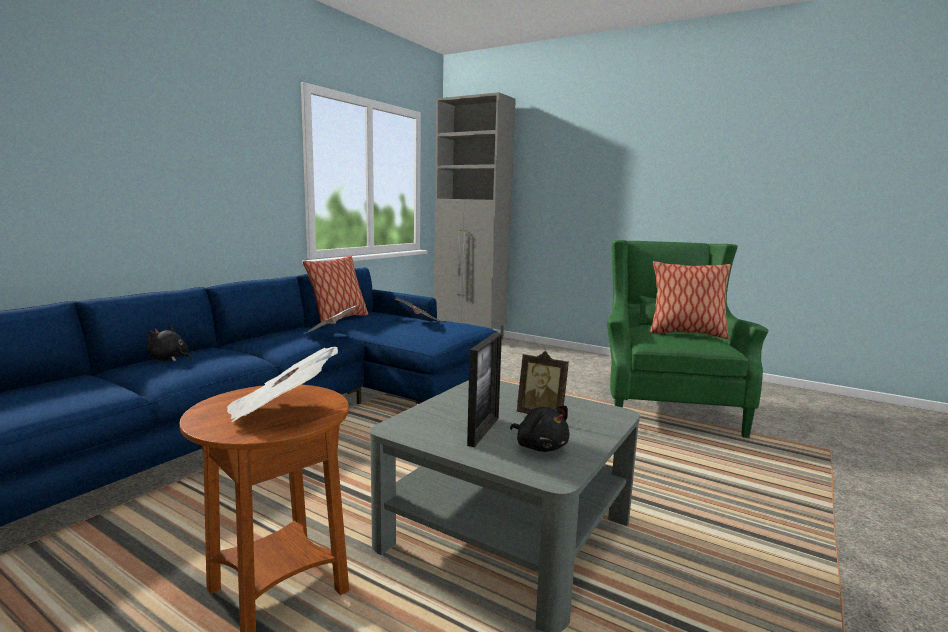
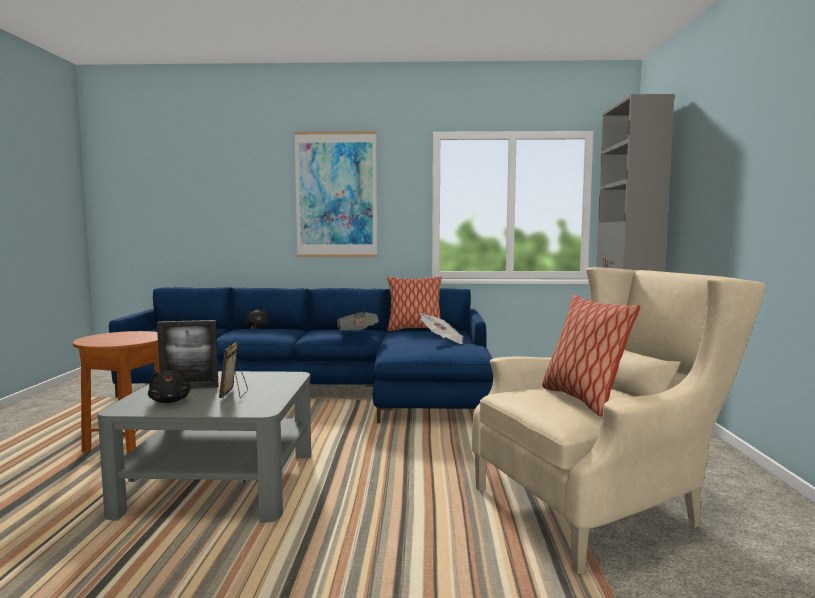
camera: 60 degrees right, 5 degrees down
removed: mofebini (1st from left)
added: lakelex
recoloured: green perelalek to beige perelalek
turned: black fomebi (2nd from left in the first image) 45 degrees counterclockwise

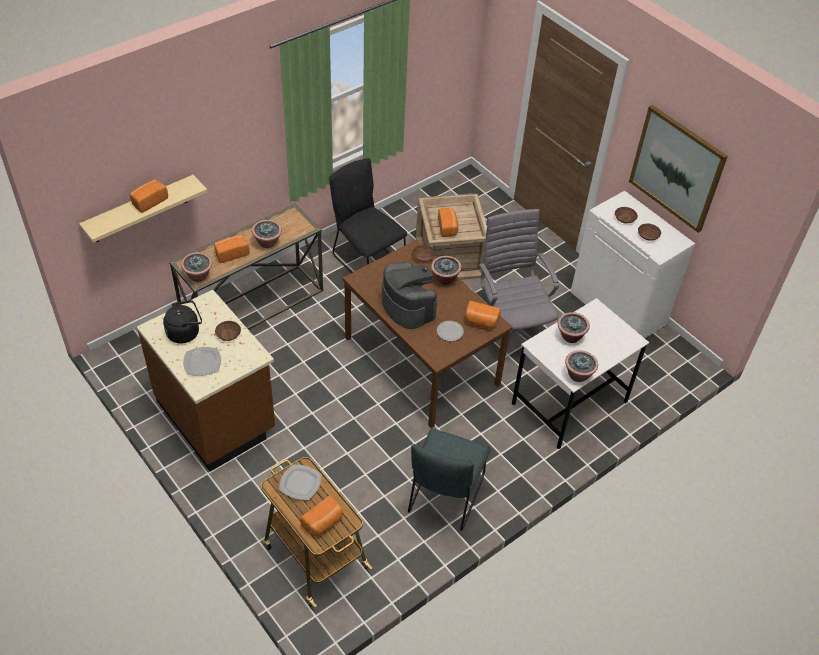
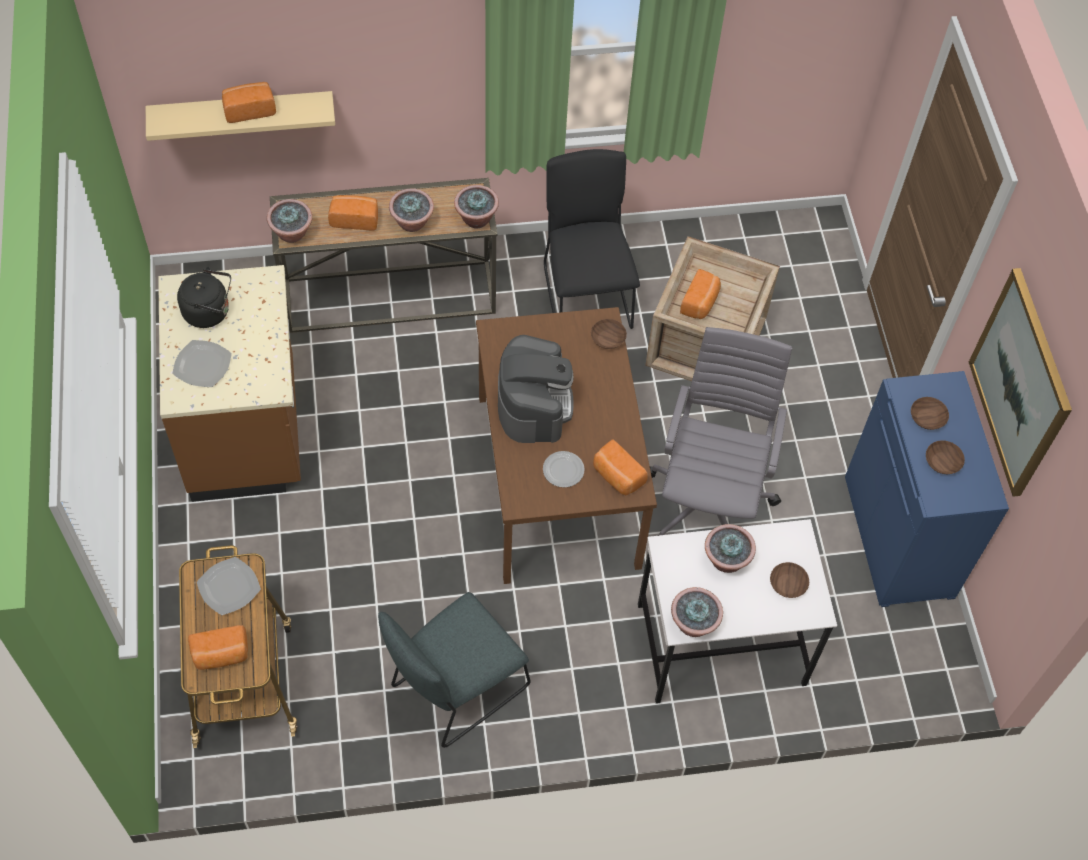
camera: 30 degrees right, 10 degrees up
moved: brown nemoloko (1st from left in the first image) to brown nemoloko (2nd from left); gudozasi (3rd from left)
recoloured: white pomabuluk to blue pomabuluk

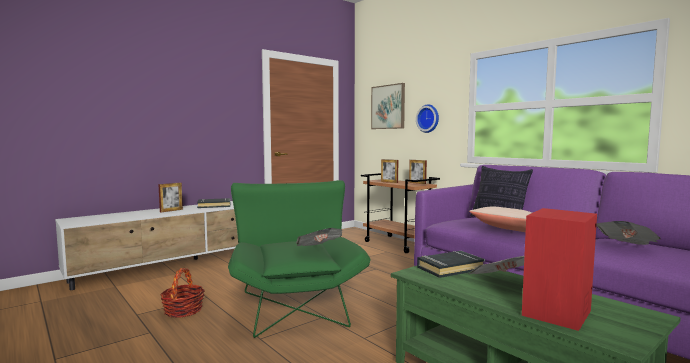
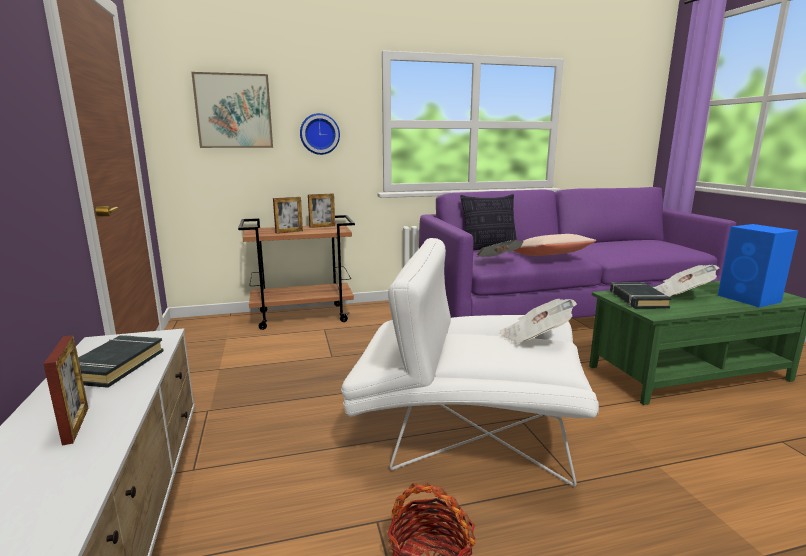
camera: 65 degrees left, 10 degrees up
moved: mofebini (3rd from left in the first image) to mofebini (1st from left)
recoloured: green perelalek to white perelalek; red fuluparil to blue fuluparil

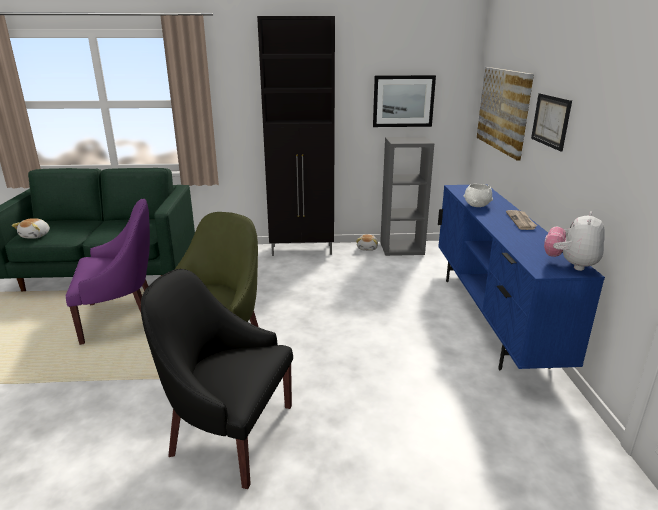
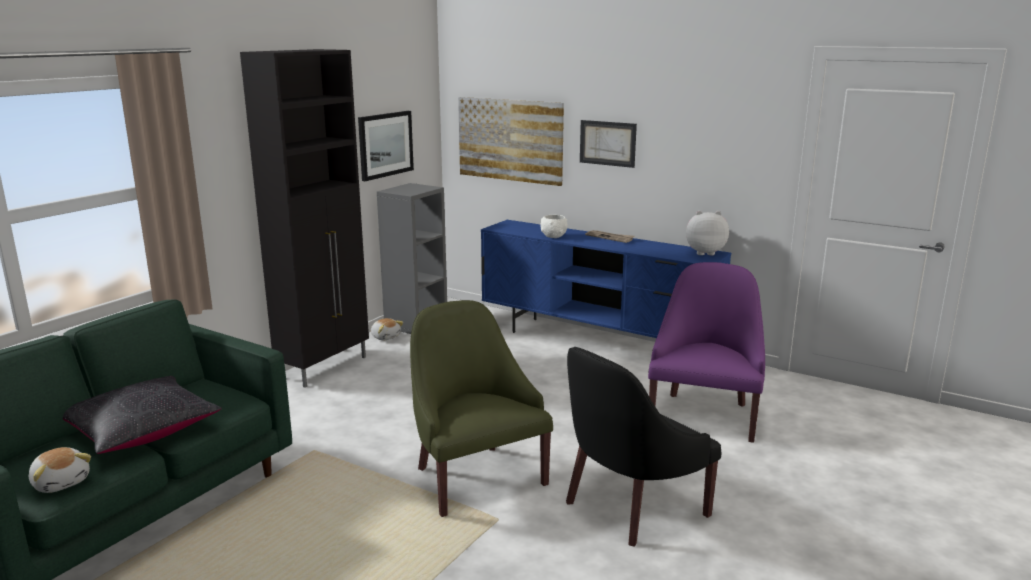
camera: 55 degrees left, 5 degrees down
added: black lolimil
moved: purple perelalek
turned: fomebi (3rd from left) 120 degrees clockwise

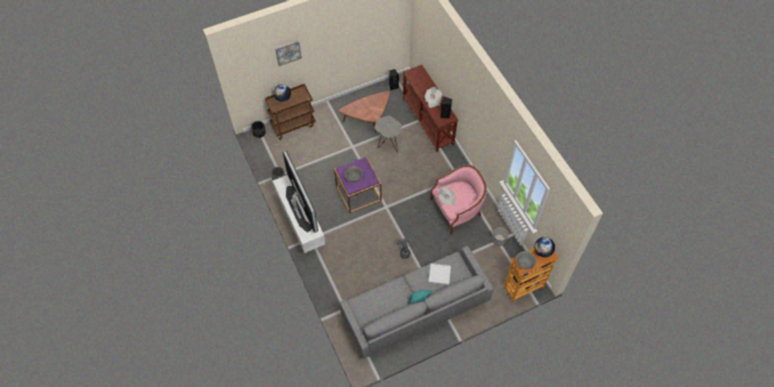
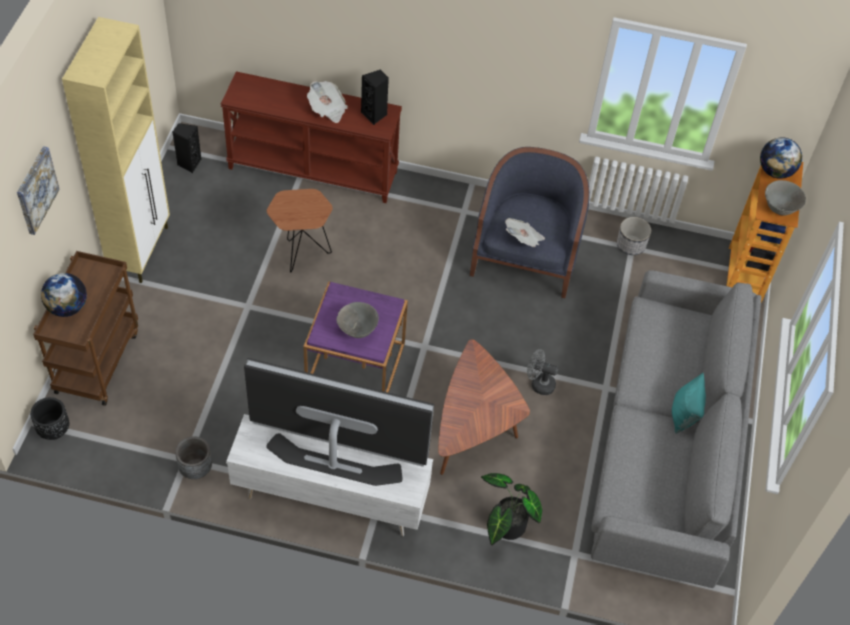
camera: 55 degrees left, 5 degrees down
removed: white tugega
added: beige pomabuluk; gudozasi
moved: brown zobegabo
recoloured: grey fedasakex to brown fedasakex; pink perelalek to blue perelalek

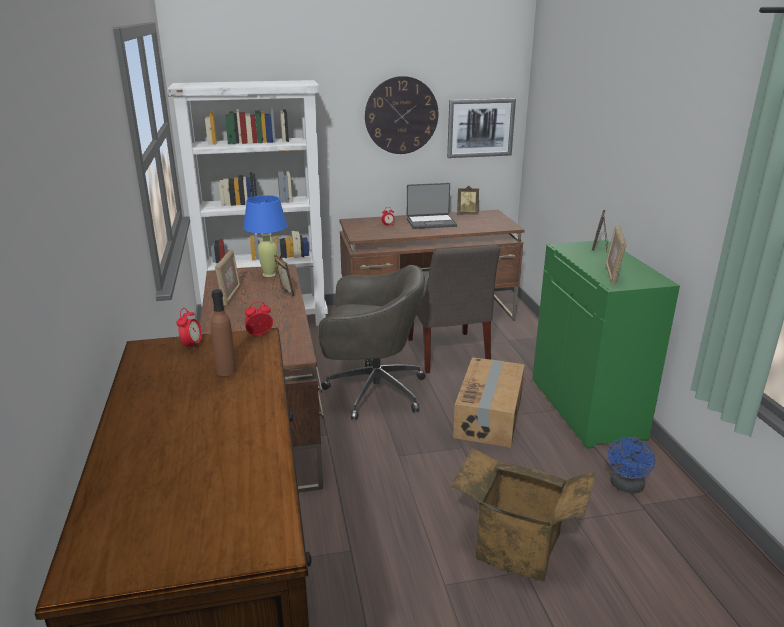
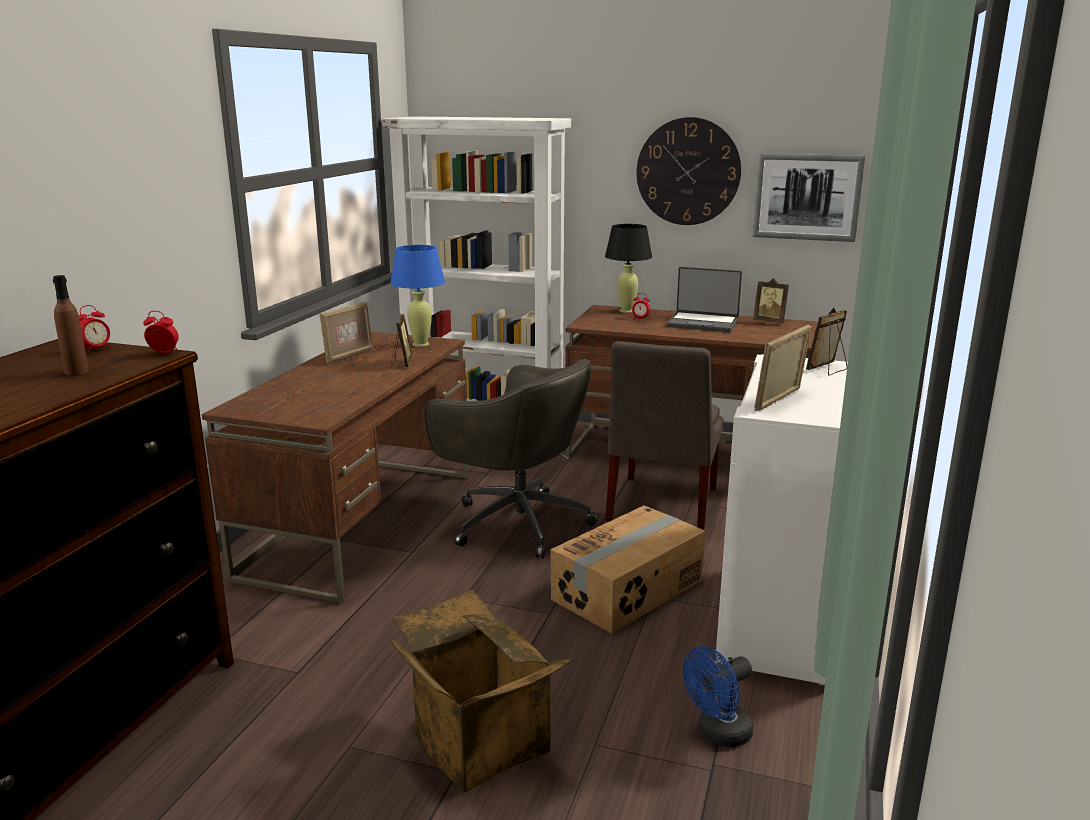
camera: 30 degrees right, 5 degrees down
added: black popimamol
recoloured: green pomabuluk to white pomabuluk

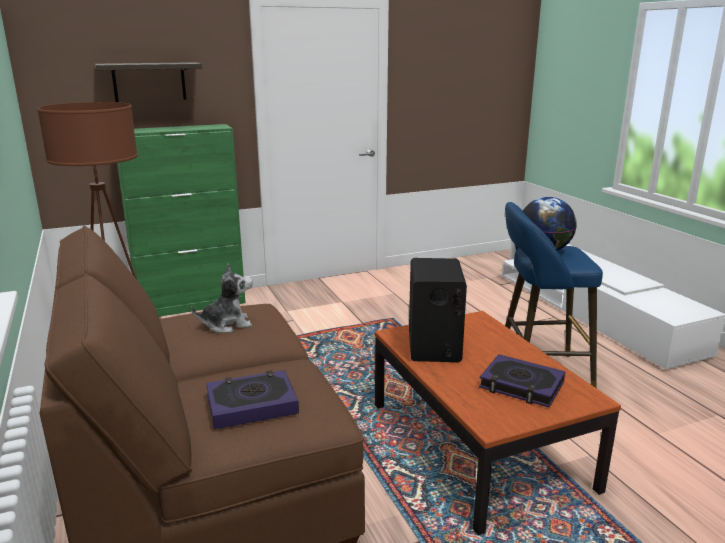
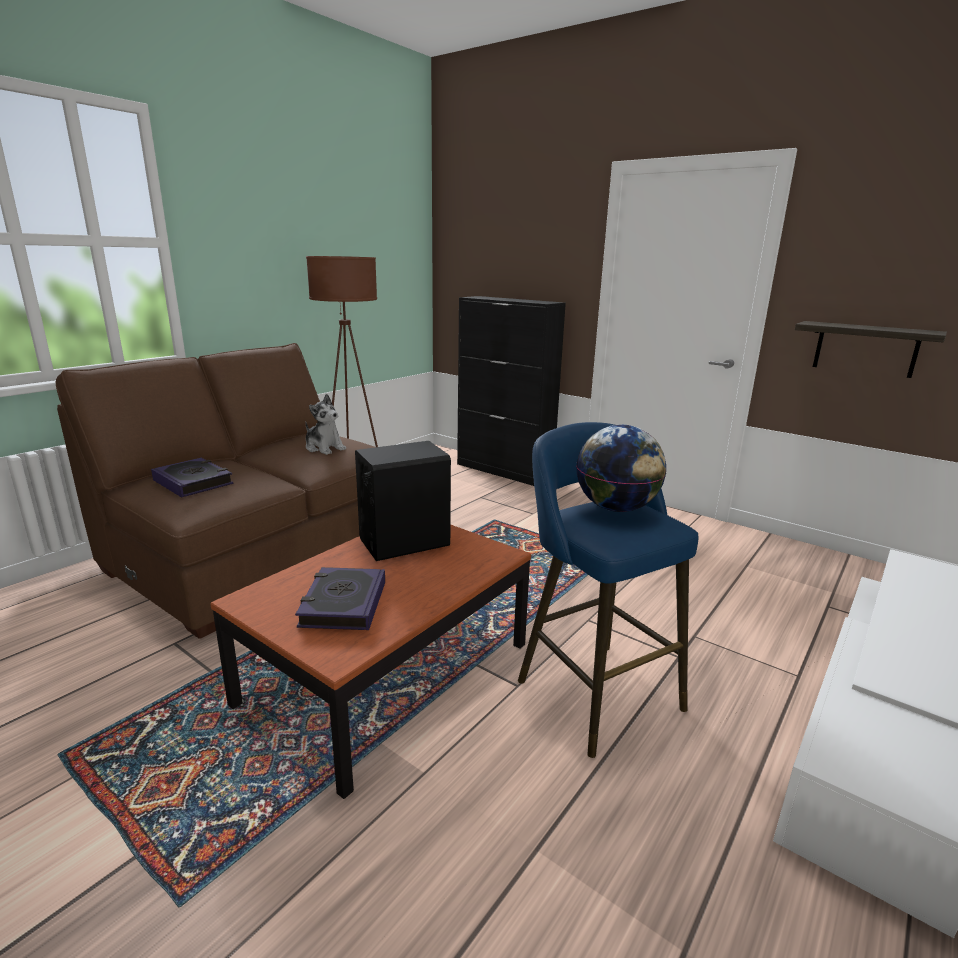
camera: 60 degrees right, 0 degrees up
moved: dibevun
recoloured: green pomabuluk to black pomabuluk

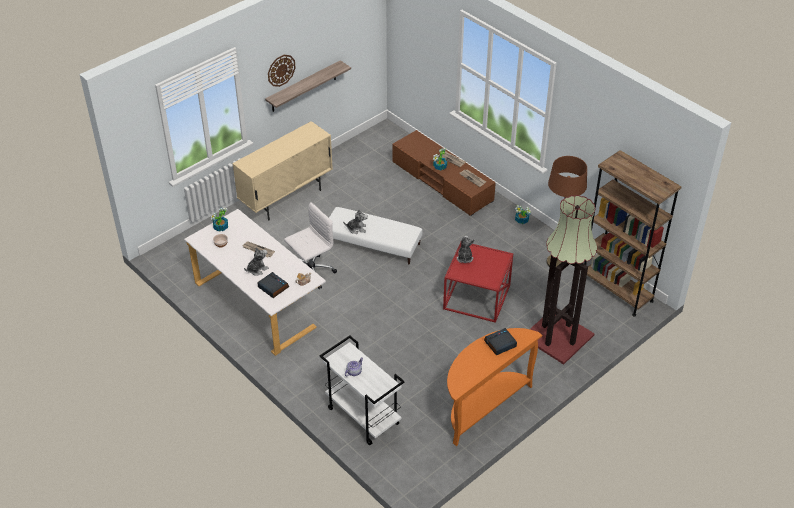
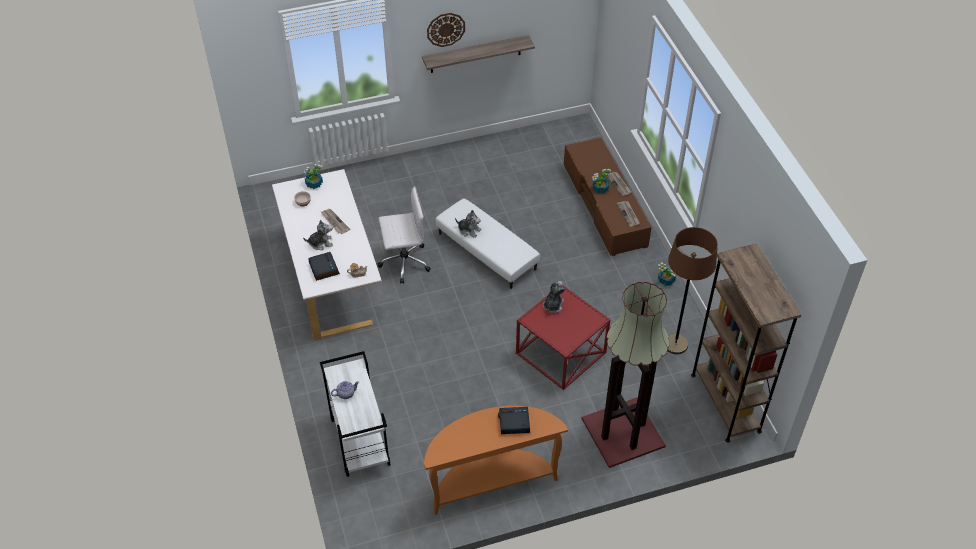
camera: 25 degrees right, 5 degrees up
removed: beige pomabuluk

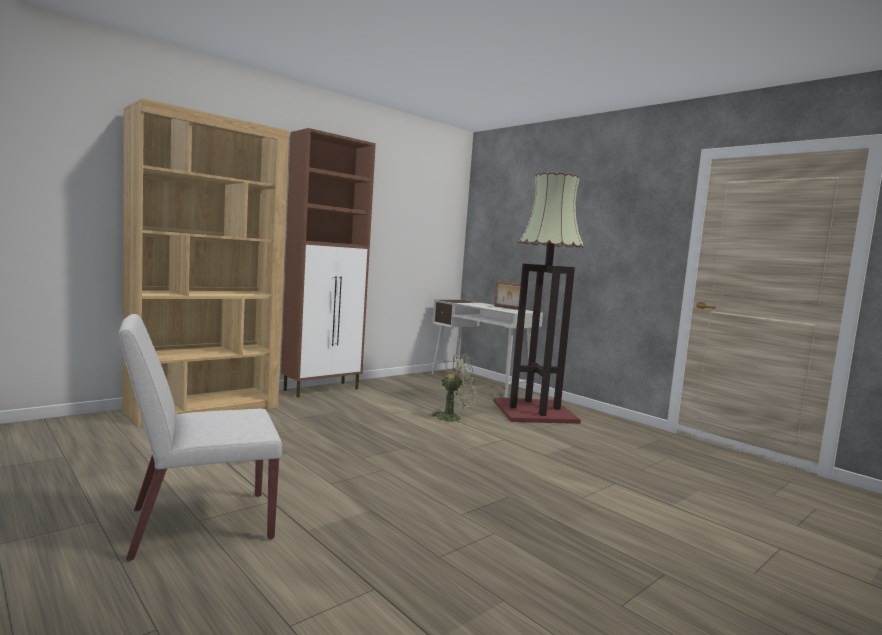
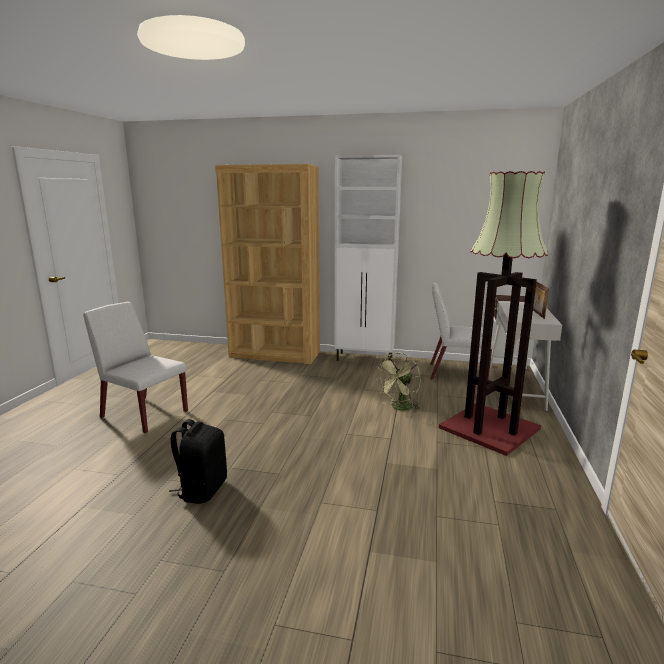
camera: 55 degrees right, 10 degrees up
added: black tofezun; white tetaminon (2nd from left)
recoloured: brown pomabuluk to white pomabuluk
turned: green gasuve 90 degrees clockwise

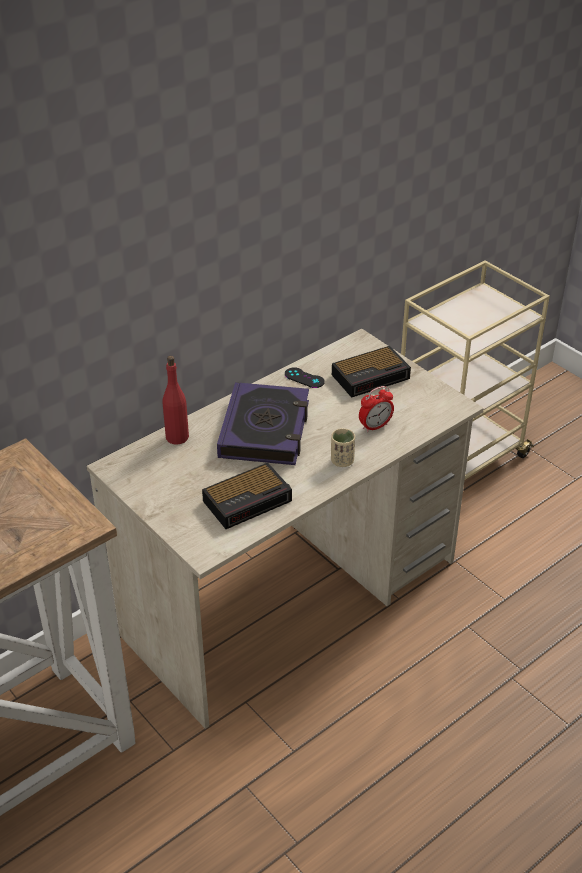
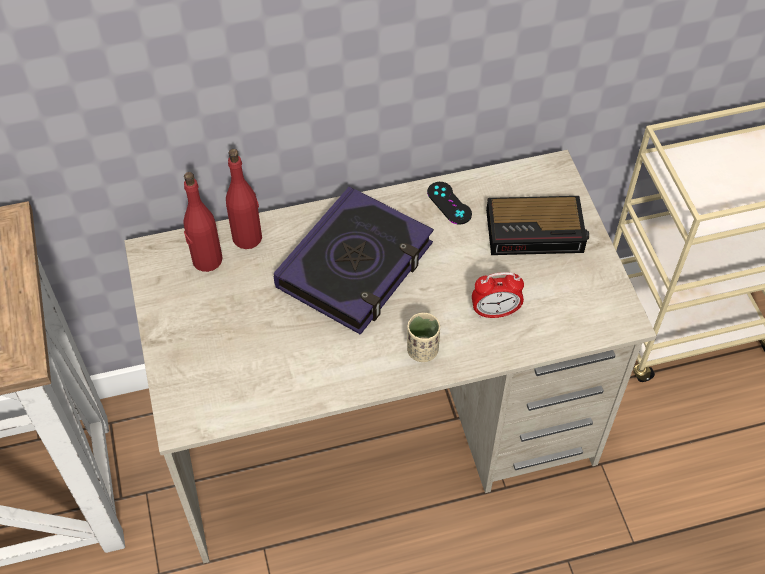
camera: 25 degrees right, 15 degrees up
removed: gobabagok (1st from left)
added: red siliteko (1st from left)

